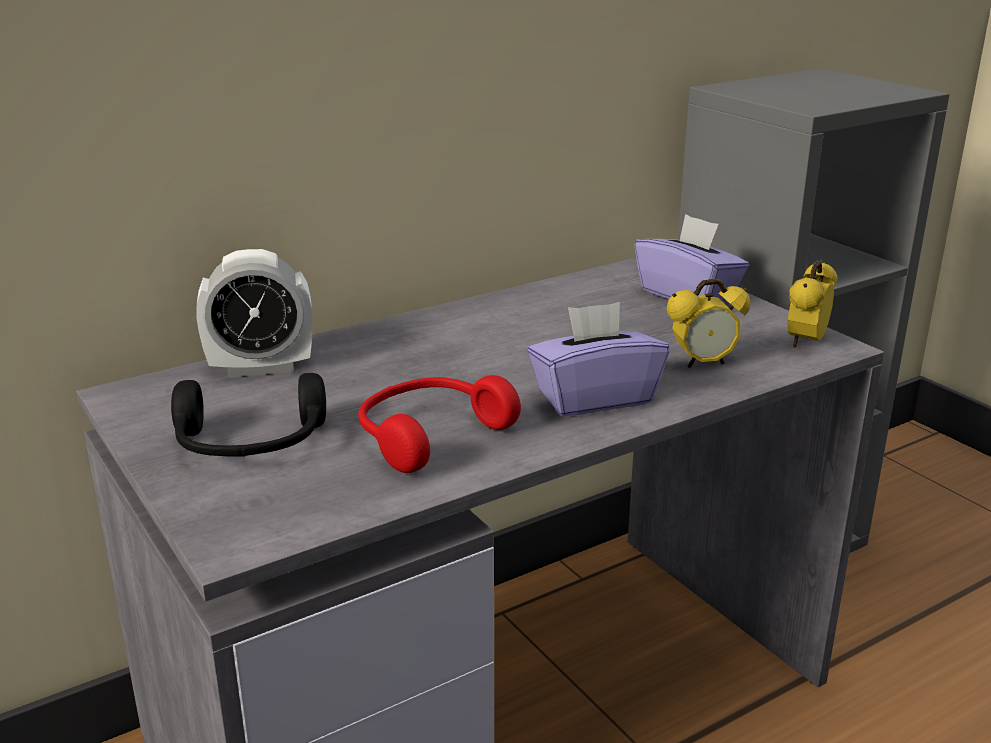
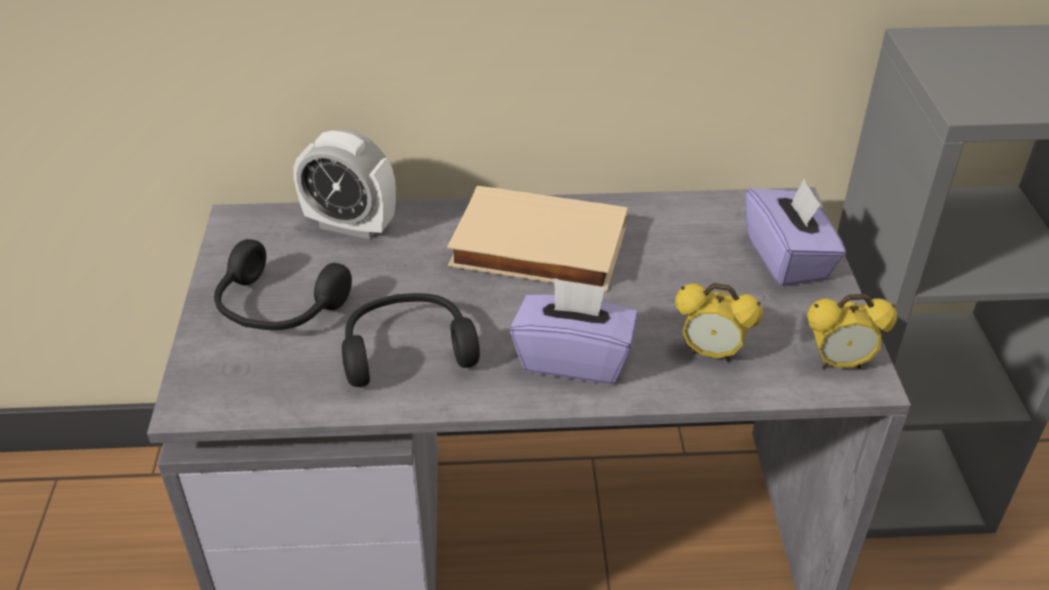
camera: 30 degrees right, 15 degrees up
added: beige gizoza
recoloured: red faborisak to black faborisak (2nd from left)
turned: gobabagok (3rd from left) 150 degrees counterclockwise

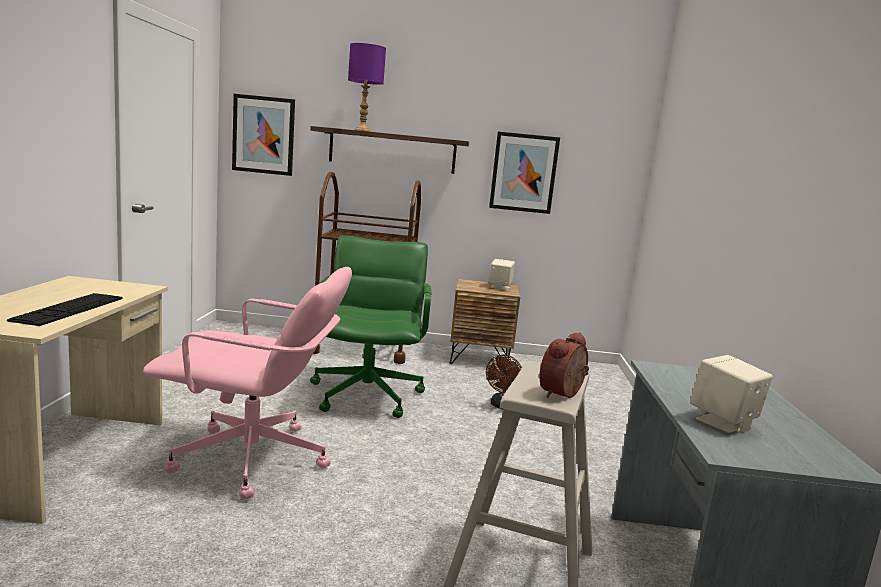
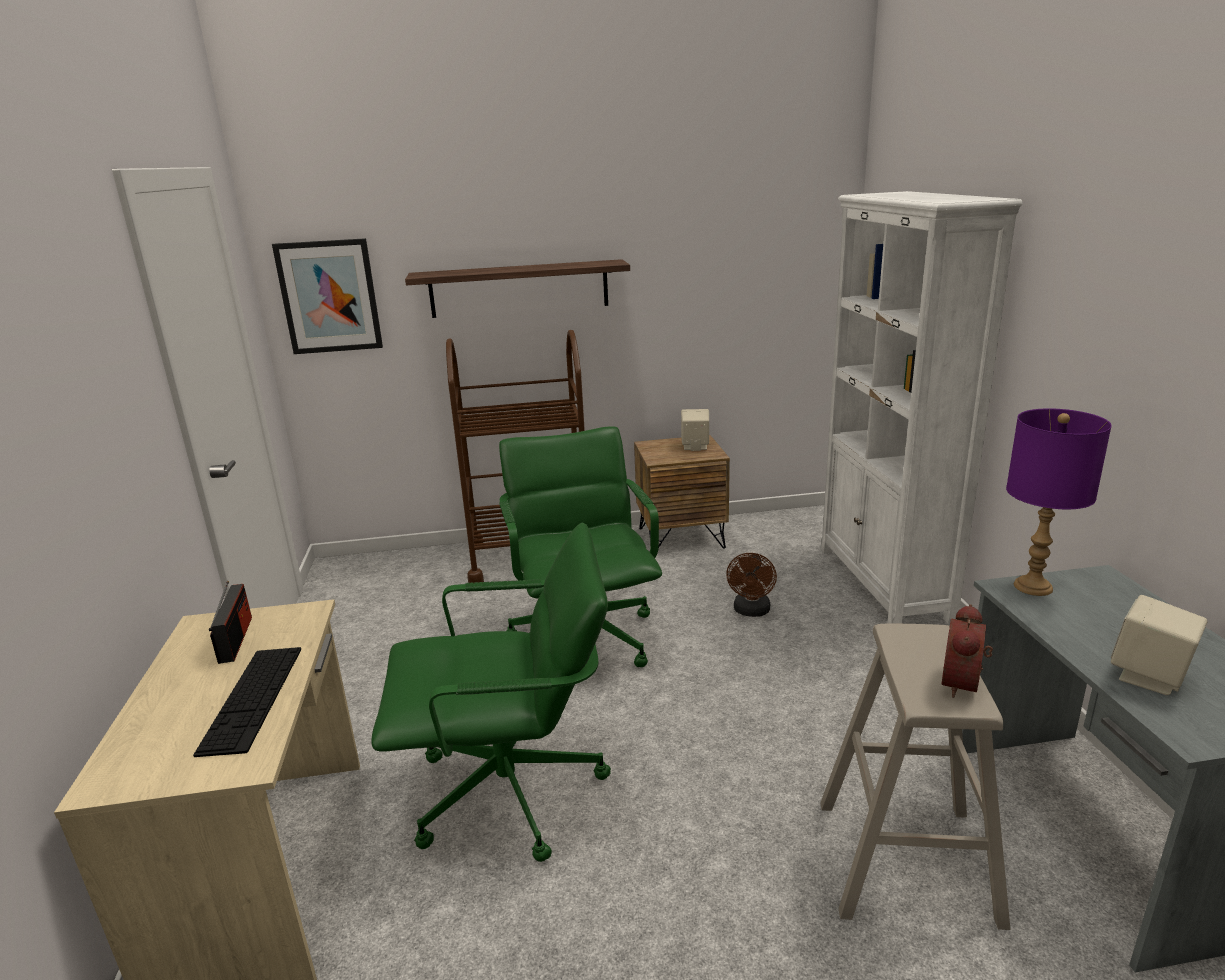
camera: 10 degrees left, 10 degrees up
removed: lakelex (2nd from left)
added: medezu; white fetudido
moved: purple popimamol
recoloured: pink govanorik to green govanorik (1st from left)

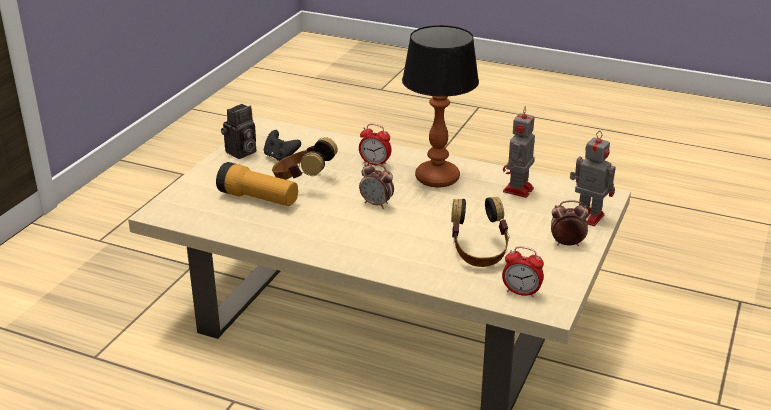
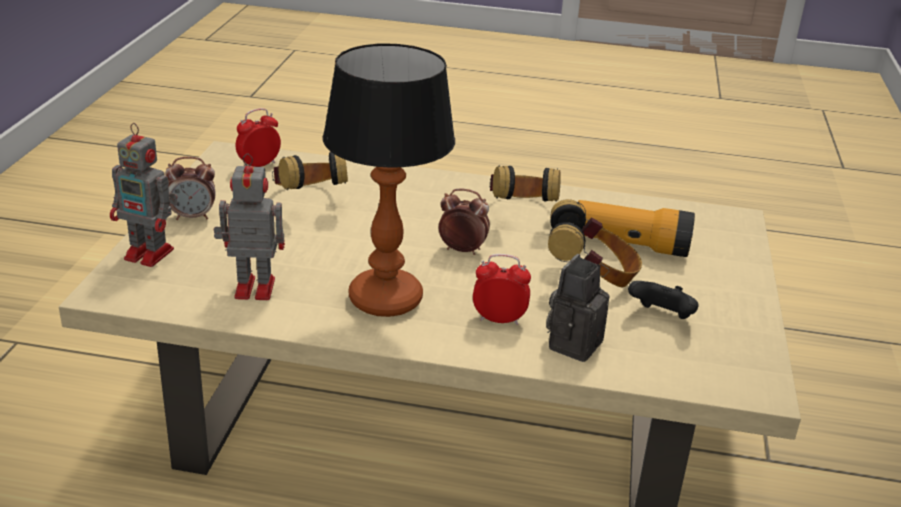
camera: 165 degrees right, 0 degrees up
added: faborisak (2nd from left)
moved: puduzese
turned: gobabagok (3rd from left in the first image) 45 degrees counterclockwise; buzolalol (1st from left in the first image) 105 degrees counterclockwise

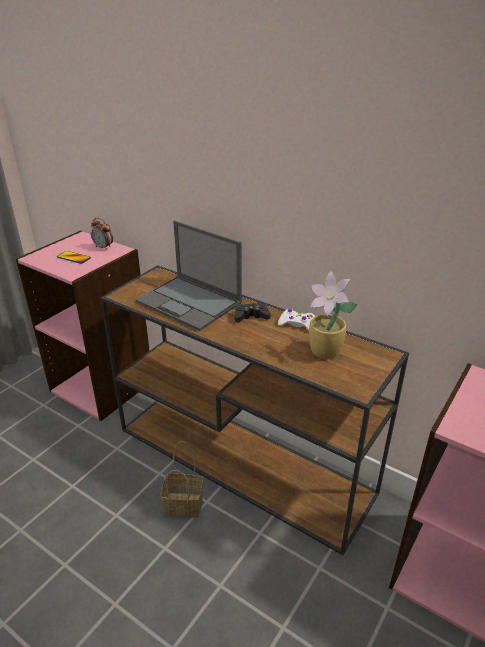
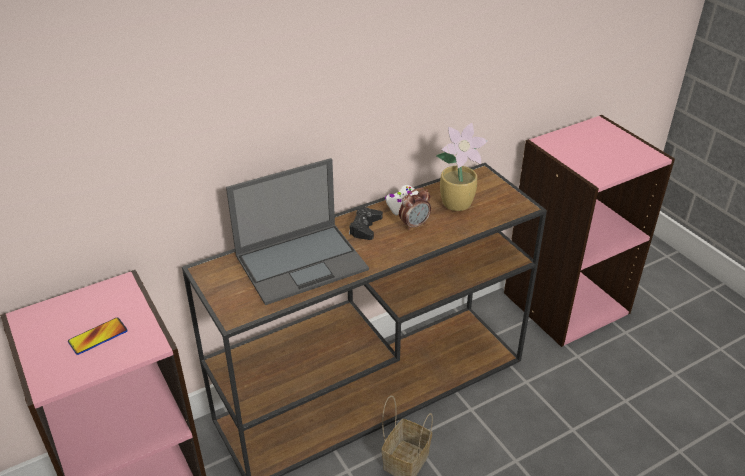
camera: 65 degrees left, 5 degrees up
moved: gobabagok

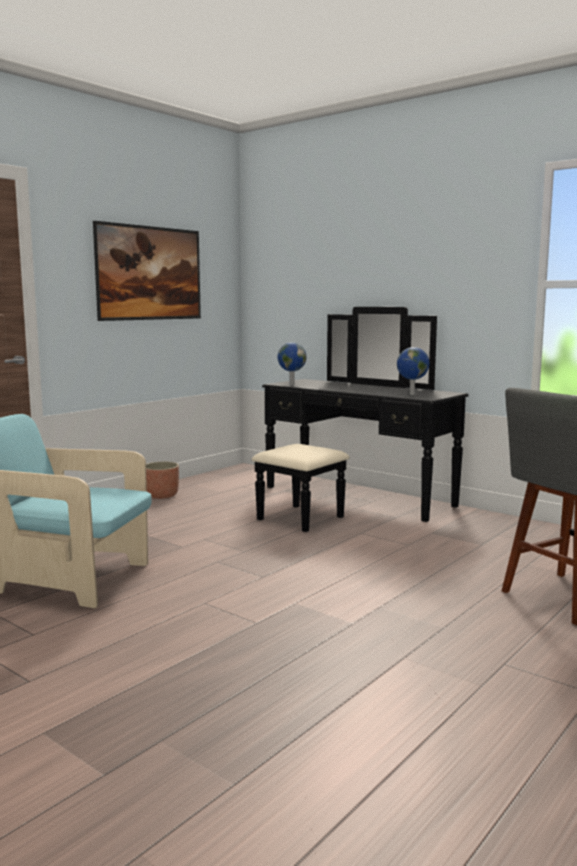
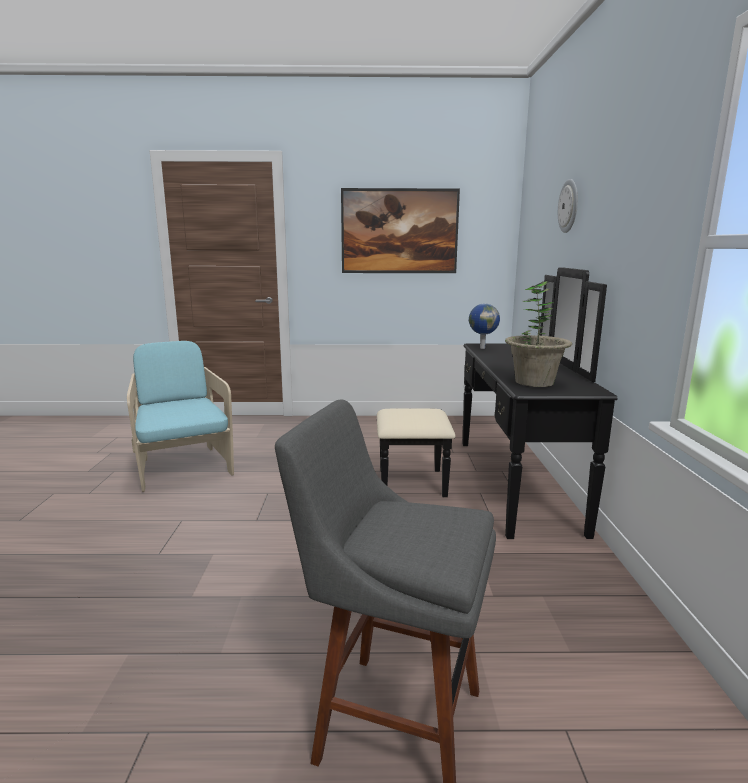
camera: 50 degrees right, 5 degrees up
removed: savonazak
added: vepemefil
replaced: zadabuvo (2nd from left) to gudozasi

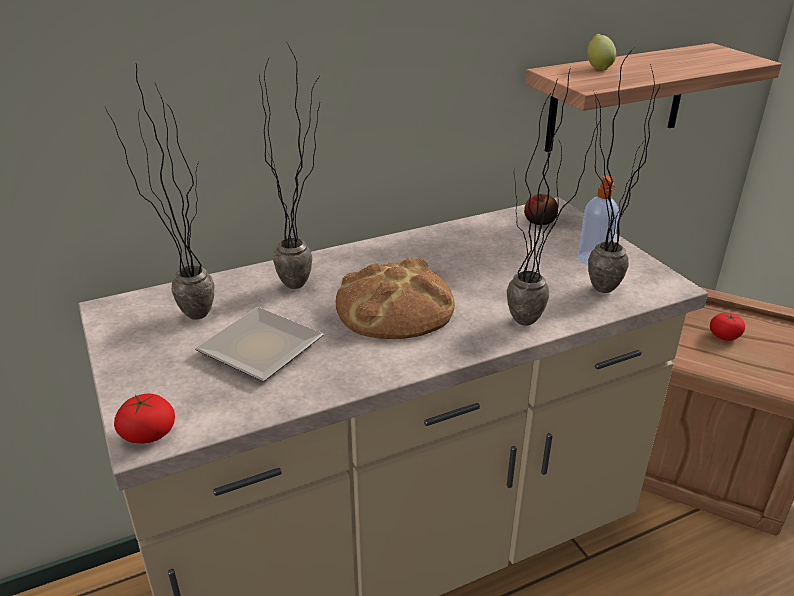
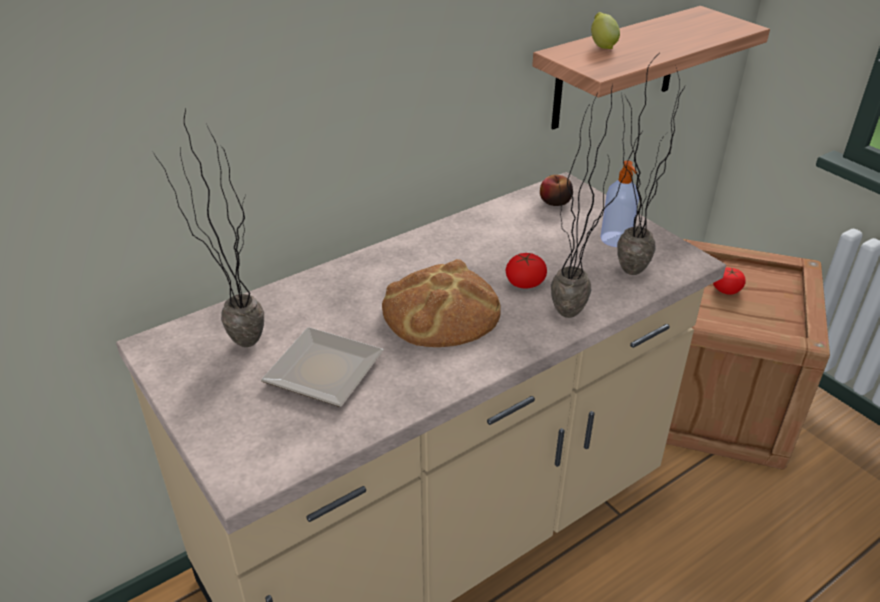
camera: 10 degrees left, 5 degrees up
removed: gudozasi (2nd from left)
moved: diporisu (1st from left)

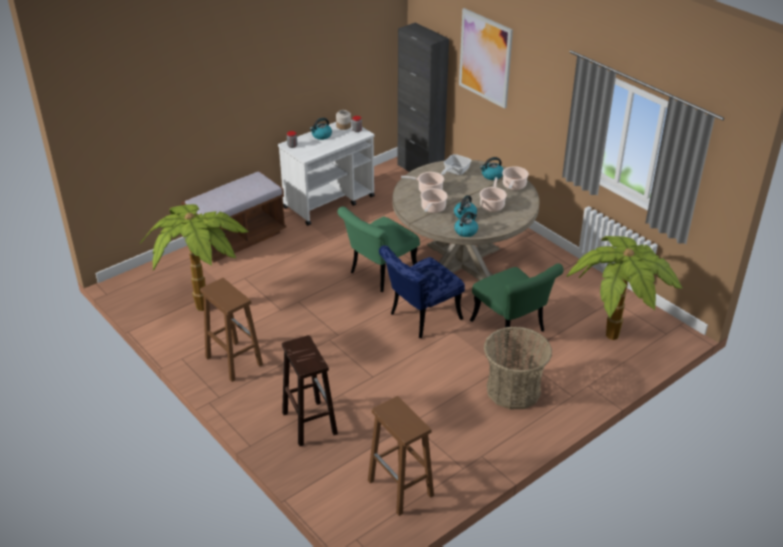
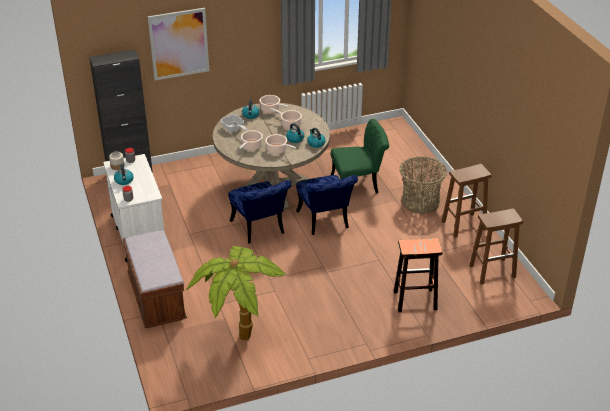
camera: 70 degrees left, 0 degrees up
removed: gudozasi (2nd from left)
moved: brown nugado (1st from left in the first image) to brown nugado (2nd from left)
recoloured: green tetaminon (1st from left) to blue tetaminon (1st from left)

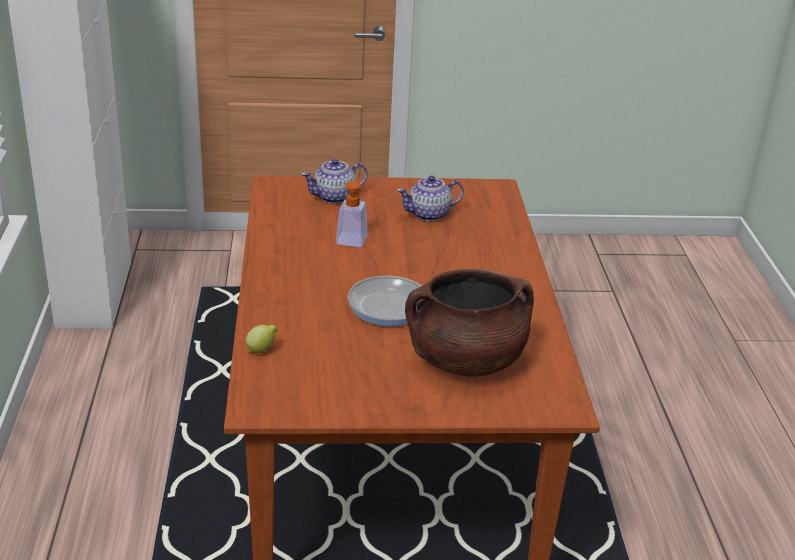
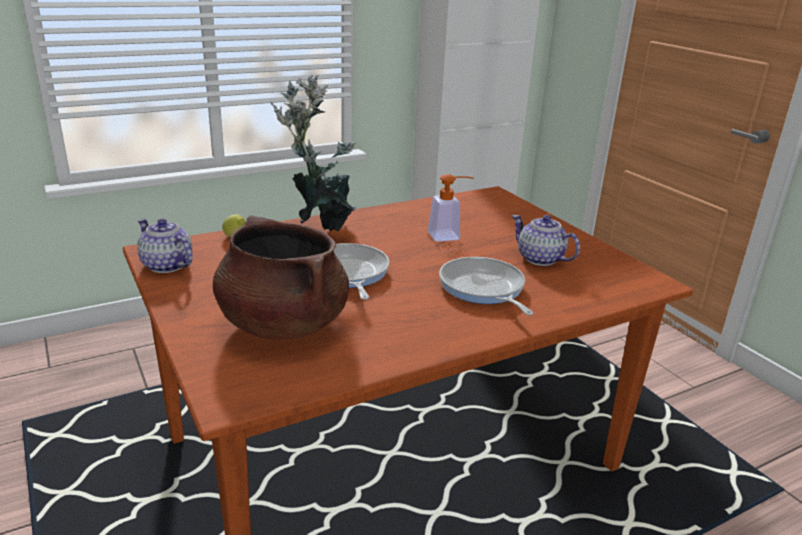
camera: 65 degrees right, 5 degrees down
added: gudozasi; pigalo (2nd from left)
moved: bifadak (1st from left)

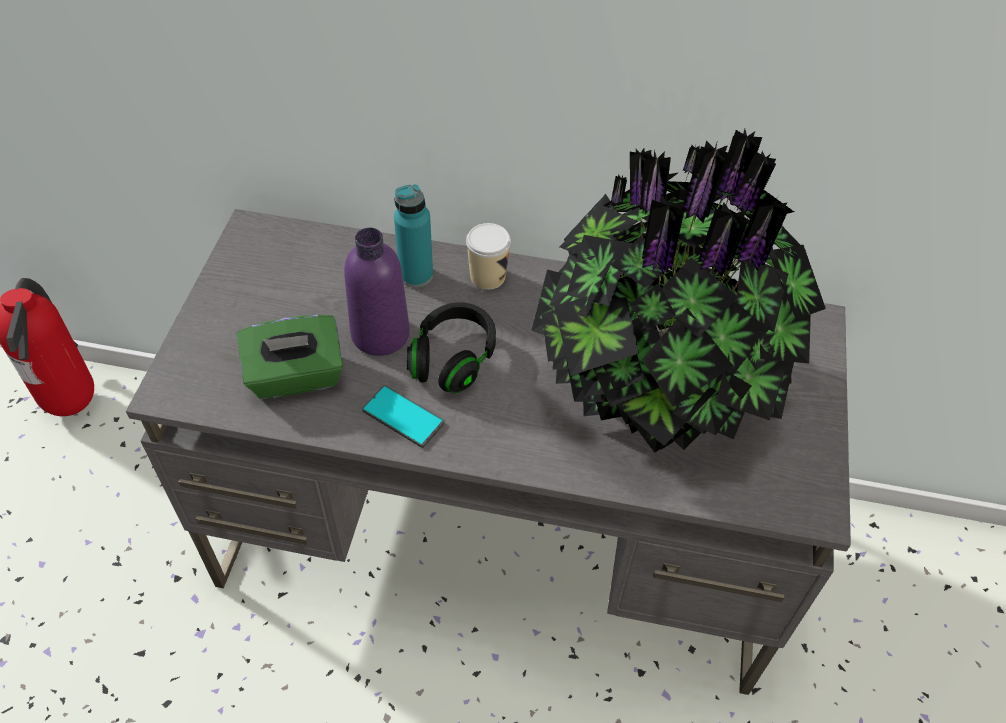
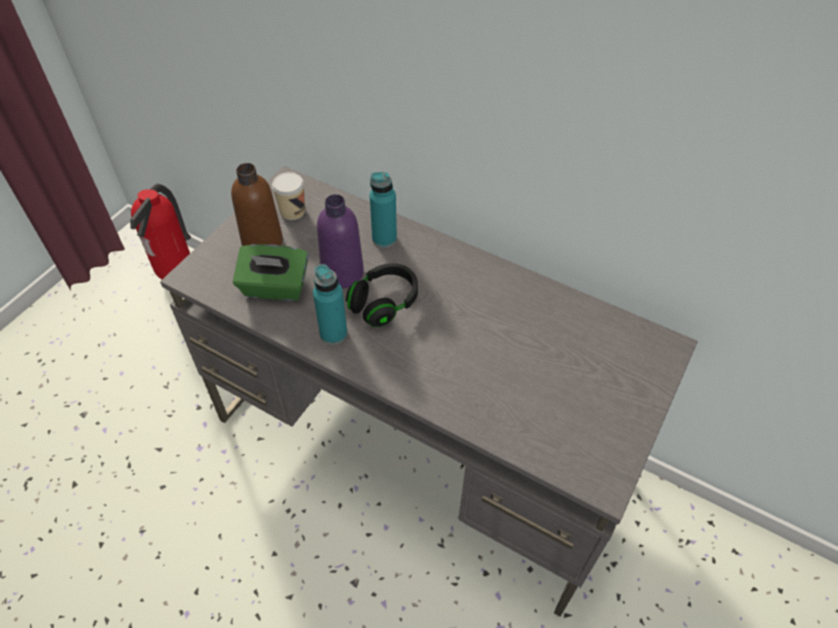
camera: 20 degrees right, 0 degrees up
removed: gudozasi
added: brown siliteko
moved: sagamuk
replaced: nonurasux to turquoise siliteko (1st from left)

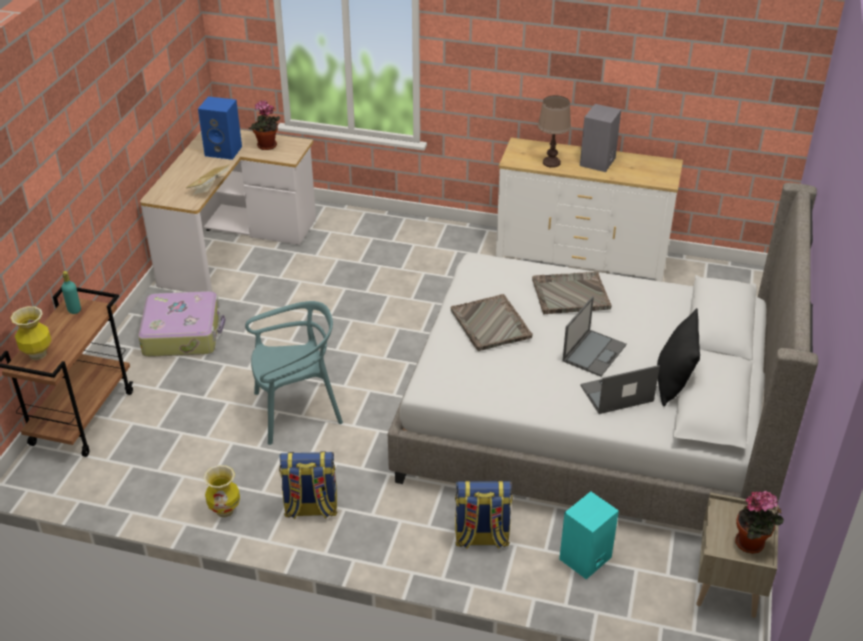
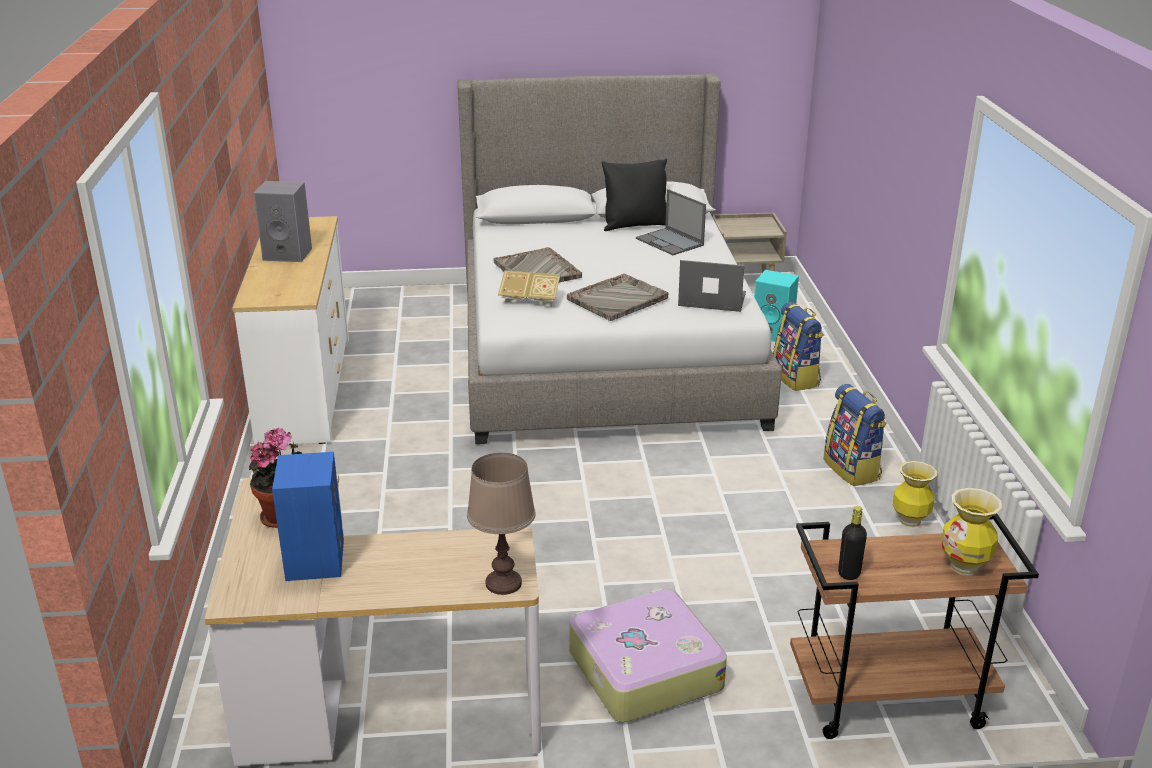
camera: 110 degrees left, 10 degrees down
removed: turquoise tetaminon; gudozasi (2nd from left)
moved: gizoza; brown popimamol; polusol (1st from left in the first image) to polusol (2nd from left)
recoloured: turquoise siliteko to black siliteko

